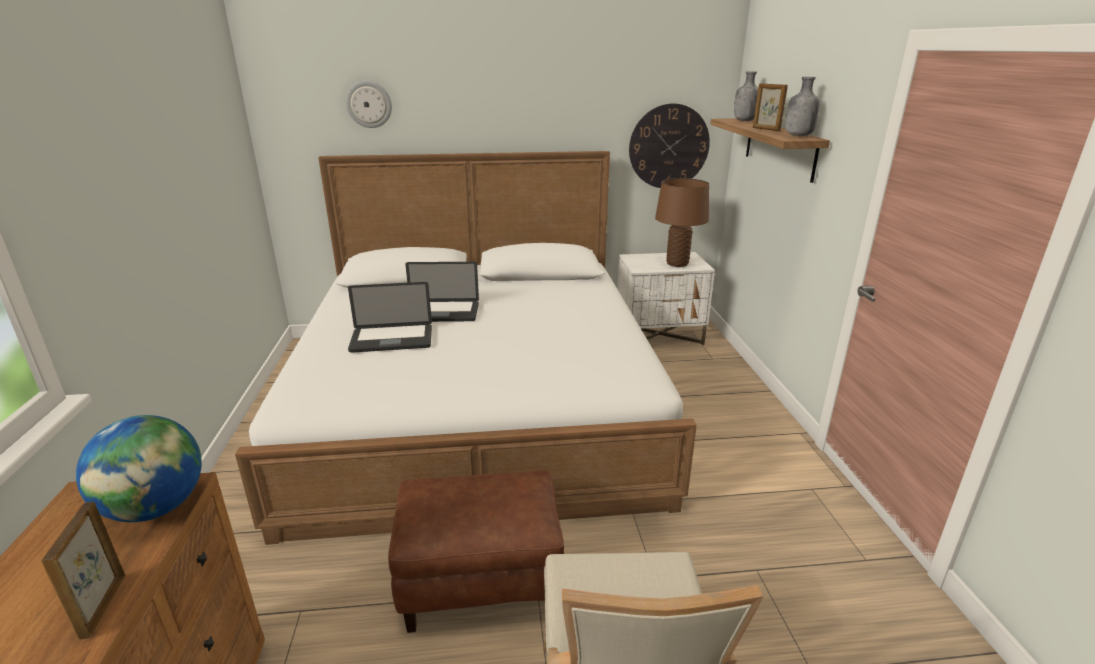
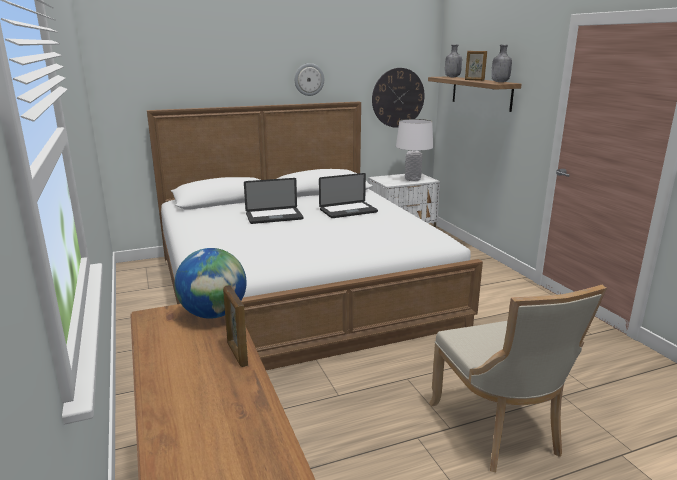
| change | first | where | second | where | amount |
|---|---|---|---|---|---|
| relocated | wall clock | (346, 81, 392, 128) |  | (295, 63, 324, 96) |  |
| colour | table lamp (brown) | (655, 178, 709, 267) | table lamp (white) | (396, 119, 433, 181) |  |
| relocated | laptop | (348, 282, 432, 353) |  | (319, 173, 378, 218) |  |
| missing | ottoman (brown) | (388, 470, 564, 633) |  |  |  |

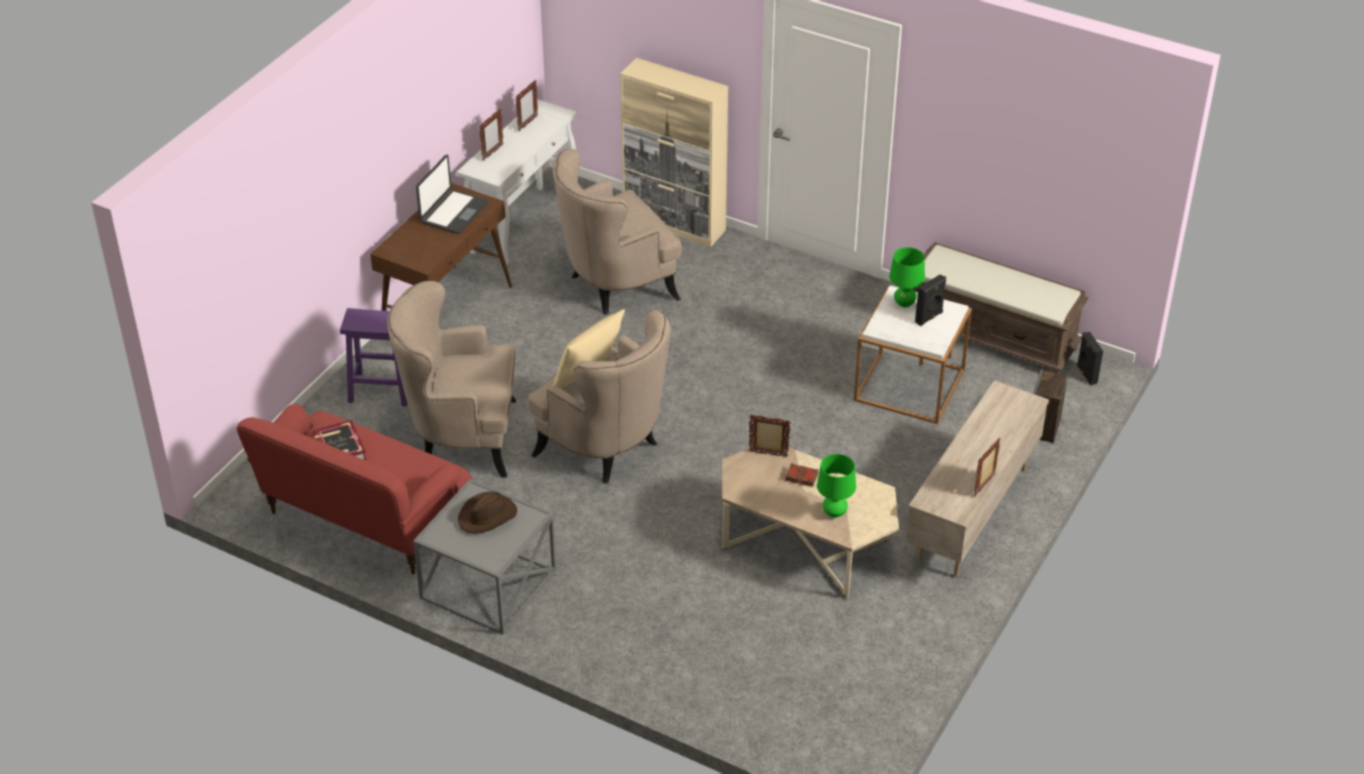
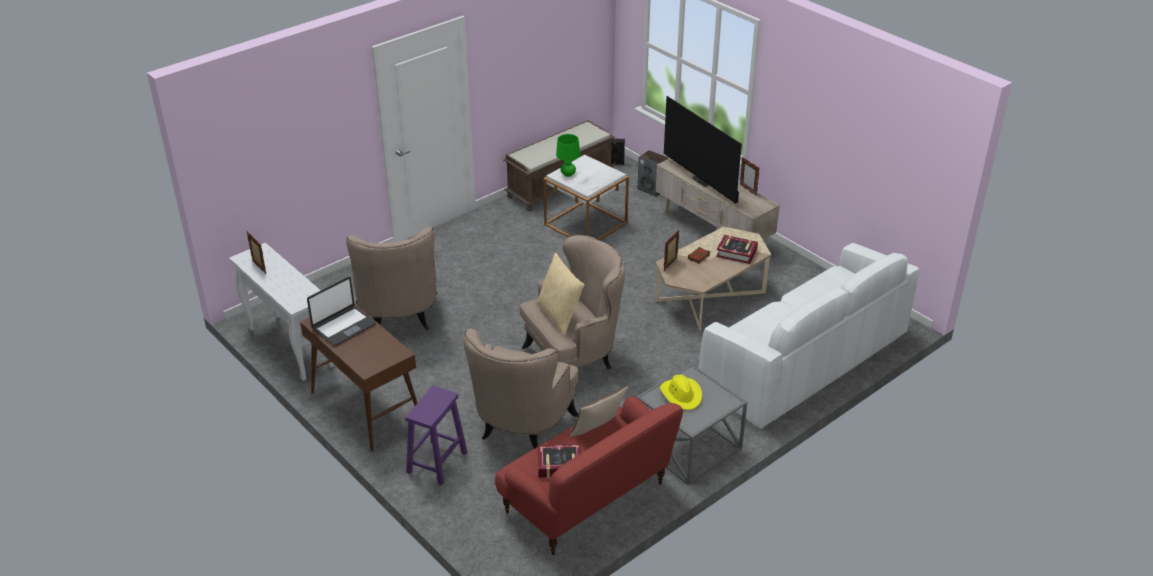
| change | first | where | second | where | amount |
|---|---|---|---|---|---|
| missing | cabinet (beige) | (620, 58, 728, 247) |  |  |  |
| missing | picture frame | (479, 109, 503, 161) |  |  |  |
| spun | laptop | (416, 155, 488, 234) |  | (307, 277, 376, 346) | 90 degrees clockwise |
| missing | speaker (black) | (915, 274, 946, 326) |  |  |  |
| exchanged | table lamp (green) | (817, 454, 856, 518) | book | (716, 235, 758, 264) |  |
| colour | hat (brown) | (458, 491, 517, 534) | hat (yellow) | (660, 374, 702, 410) |  |
| appeared |  |  | television | (664, 96, 742, 204) |  |
| appeared |  |  | sofa (white) | (698, 243, 919, 429) |  |
| appeared |  |  | pillow | (569, 386, 628, 437) |  |

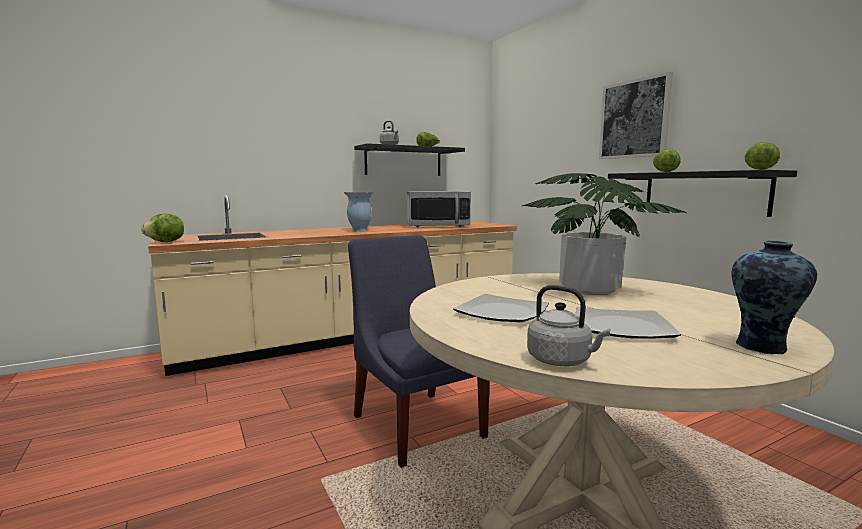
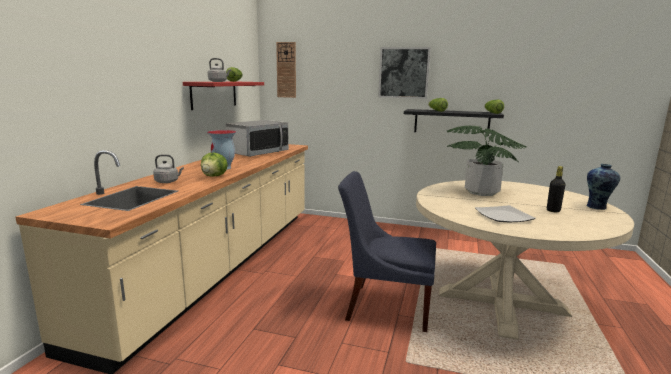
| change | first | where | second | where | amount |
|---|---|---|---|---|---|
| colour | shelf (black) | (354, 143, 465, 176) | shelf (red) | (183, 82, 264, 110) |  |
| relocated | lettuce | (141, 214, 184, 242) |  | (201, 153, 228, 177) |  |
| relocated | kettle (grey) | (527, 285, 610, 366) |  | (153, 154, 184, 183) |  |
| exchanged | plate | (576, 307, 681, 339) | bottle (black) | (547, 166, 566, 212) |  |
| appeared |  |  | wall clock | (276, 42, 296, 98) |  |

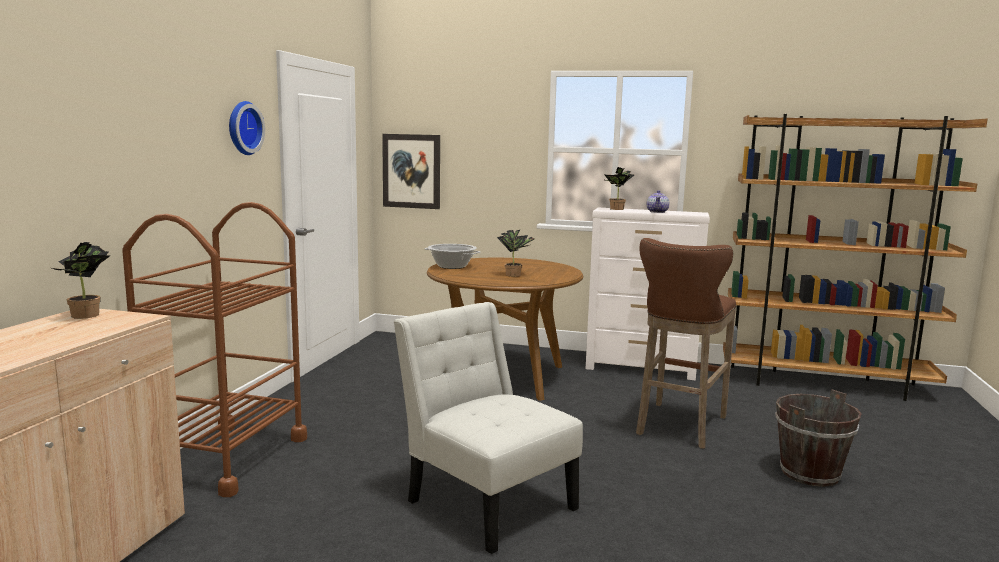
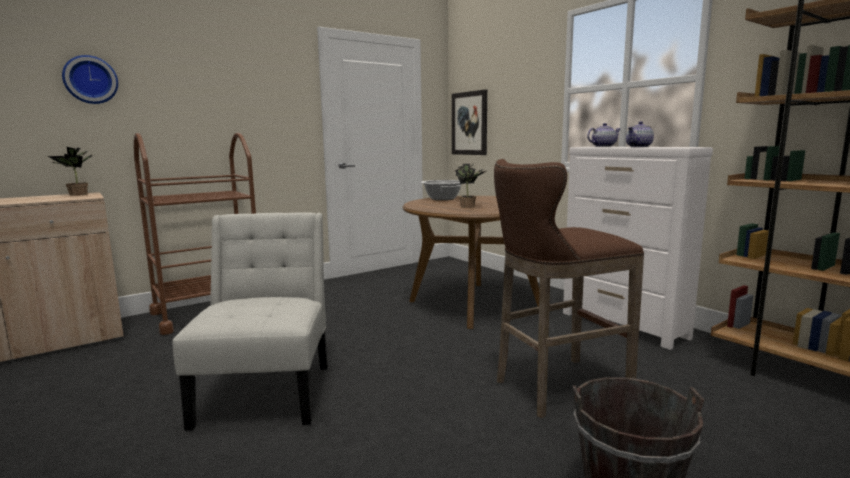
| change | first | where | second | where | amount |
|---|---|---|---|---|---|
| relocated | wall clock | (229, 101, 265, 155) |  | (62, 55, 118, 104) |  |
| exchanged | potted plant | (603, 167, 634, 210) | teapot | (587, 123, 621, 147) |  |

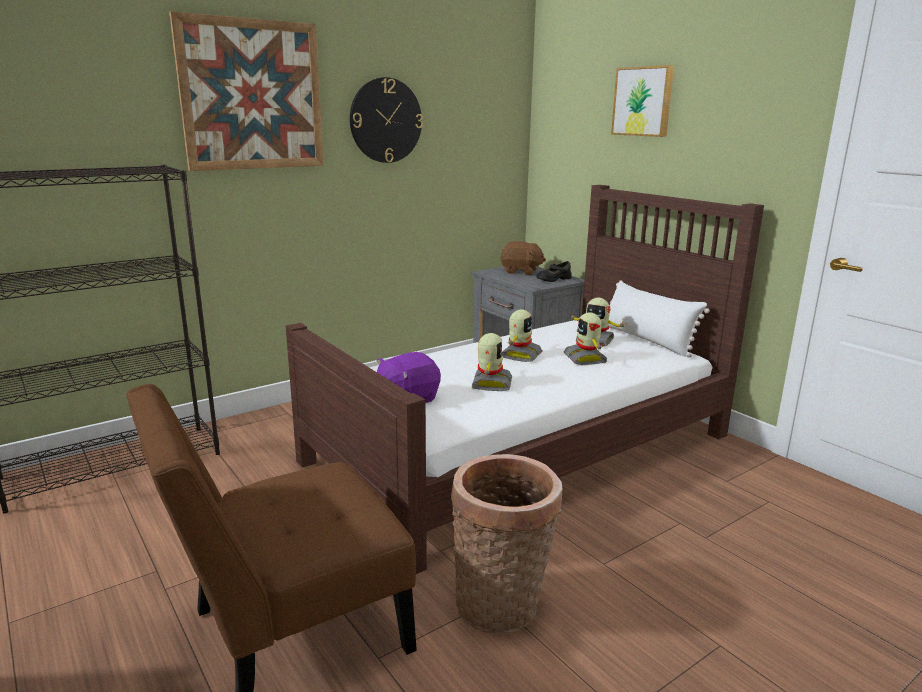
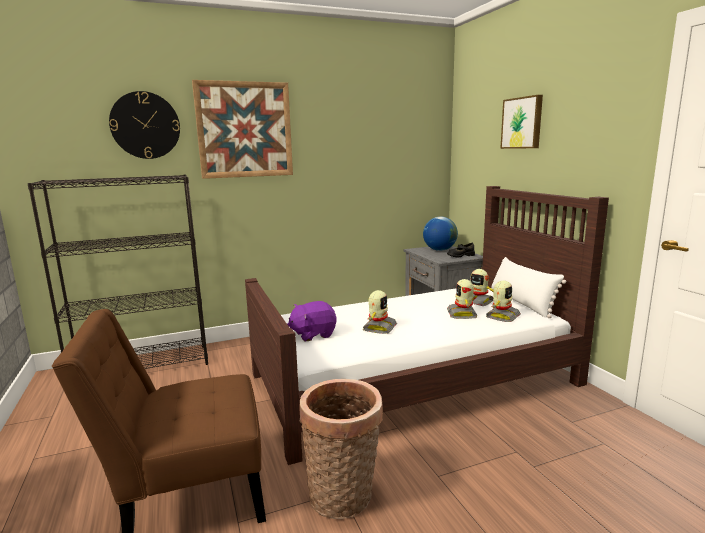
| change | first | where | second | where | amount |
|---|---|---|---|---|---|
| relocated | wall clock | (350, 77, 423, 163) |  | (109, 91, 180, 159) |  |
| exchanged | plush toy (brown) | (500, 241, 546, 275) | globe | (423, 217, 458, 251) |  |
| relocated | toy robot | (502, 309, 542, 362) |  | (486, 281, 521, 322) |  |

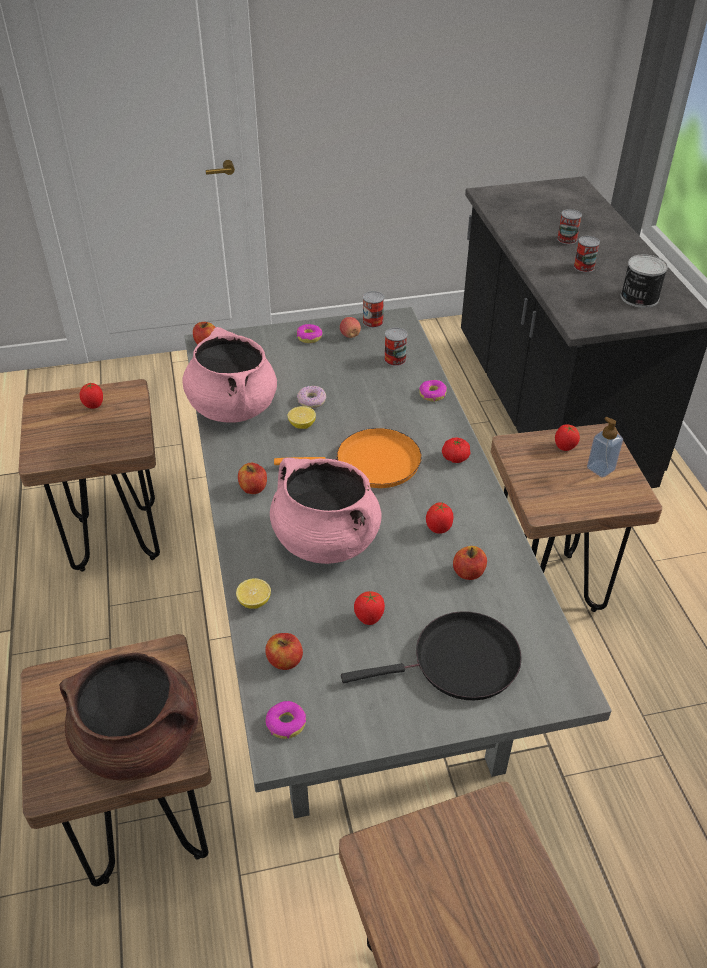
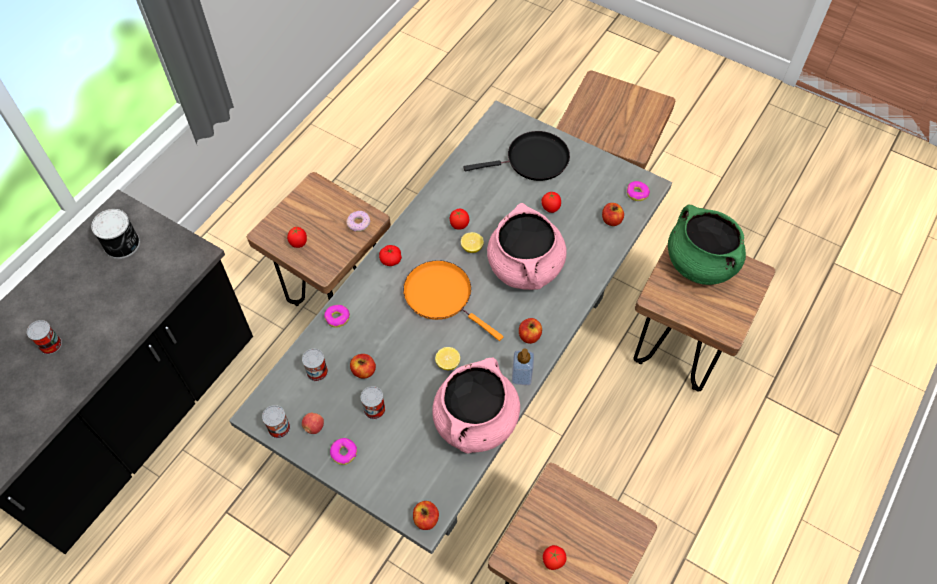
| change | first | where | second | where | amount |
|---|---|---|---|---|---|
| relocated | can | (574, 236, 600, 272) |  | (361, 386, 385, 419) |  |
| relocated | donut | (297, 386, 326, 408) |  | (346, 211, 370, 232) |  |
| relocated | soap dispenser | (587, 417, 623, 478) |  | (512, 348, 534, 385) |  |
| relocated | apple | (453, 546, 487, 580) |  | (350, 354, 376, 379) |  |
| relocated | lemon | (236, 578, 271, 609) |  | (461, 232, 484, 253) |  |
| spun | frying pan (black) | (341, 611, 522, 700) |  | (464, 131, 570, 181) | 135 degrees clockwise |
| colour | cooking pot (brown) | (60, 653, 198, 781) | cooking pot (green) | (668, 204, 746, 285) |  |

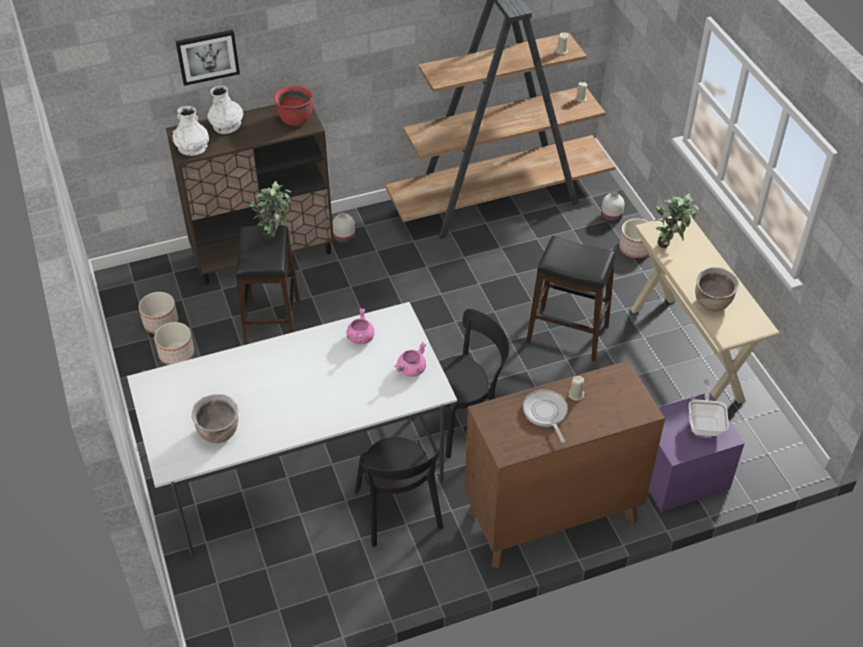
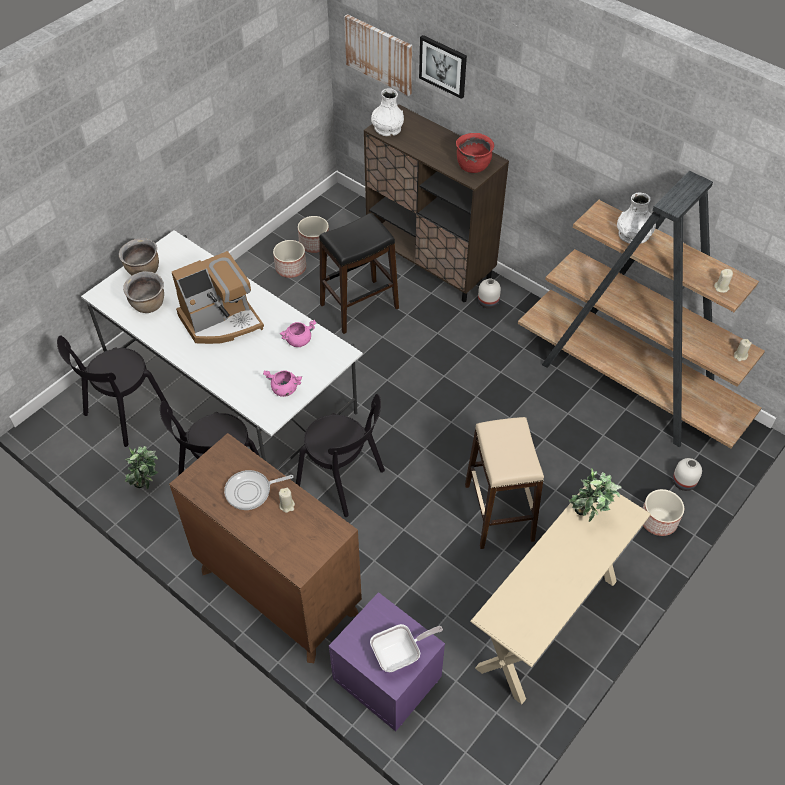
| change | first | where | second | where | amount |
|---|---|---|---|---|---|
| relocated | vase (white) | (207, 85, 243, 134) |  | (617, 193, 656, 244) |  |
| relocated | potted plant | (249, 181, 291, 241) |  | (125, 446, 158, 490) |  |
| colour | stool (black) | (526, 236, 616, 362) | stool (beige) | (465, 417, 544, 549) |  |
| relocated | cooking pot (brown) | (695, 267, 739, 311) |  | (119, 238, 159, 275) |  |
| spun | frying pan | (523, 389, 568, 443) |  | (224, 470, 293, 510) | 150 degrees counterclockwise |
| appeared |  |  | picture | (344, 14, 412, 96) |  |
| appeared |  |  | coffee machine | (172, 251, 264, 344) |  |
| appeared |  |  | chair (black) | (57, 335, 169, 447) |  |

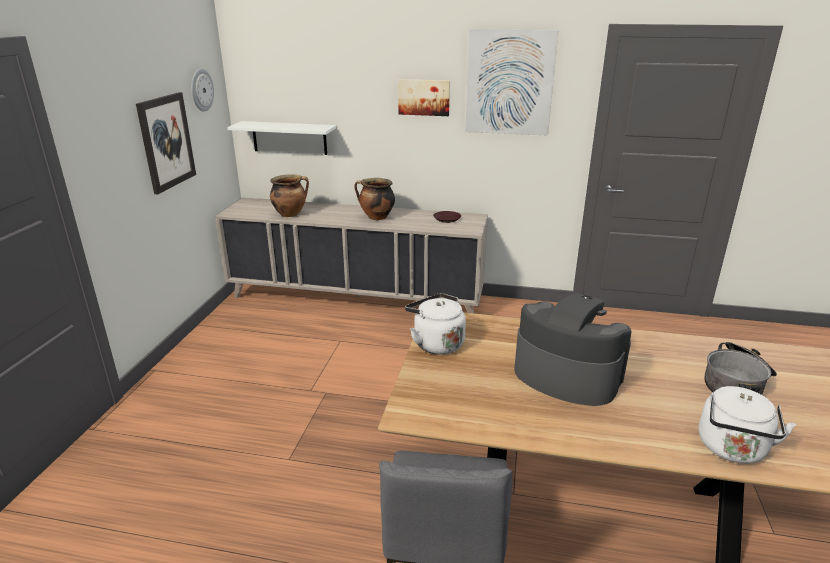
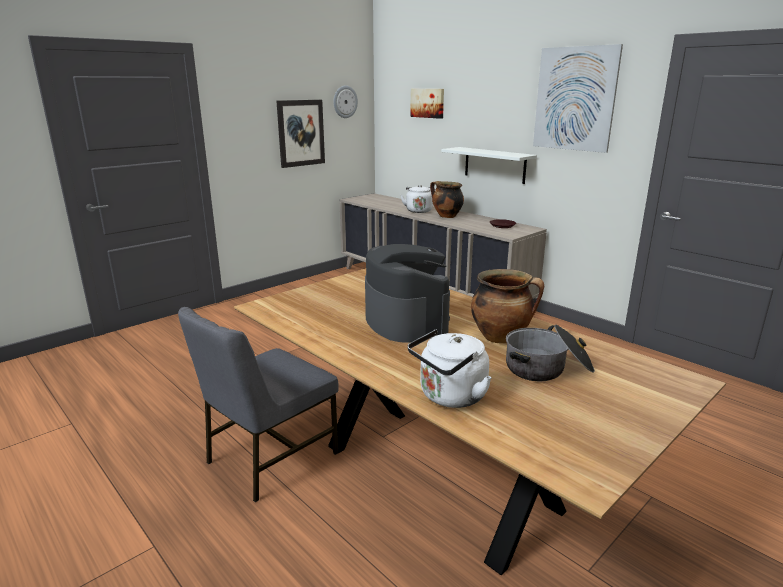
| change | first | where | second | where | amount |
|---|---|---|---|---|---|
| relocated | picture | (398, 79, 450, 116) |  | (410, 89, 444, 119) |  |
| relocated | shelf (white) | (227, 121, 336, 155) |  | (441, 147, 537, 184) |  |
| relocated | cooking pot | (270, 174, 309, 217) |  | (471, 269, 544, 344) |  |
| relocated | kettle (white) | (405, 293, 466, 355) |  | (401, 185, 433, 213) |  |

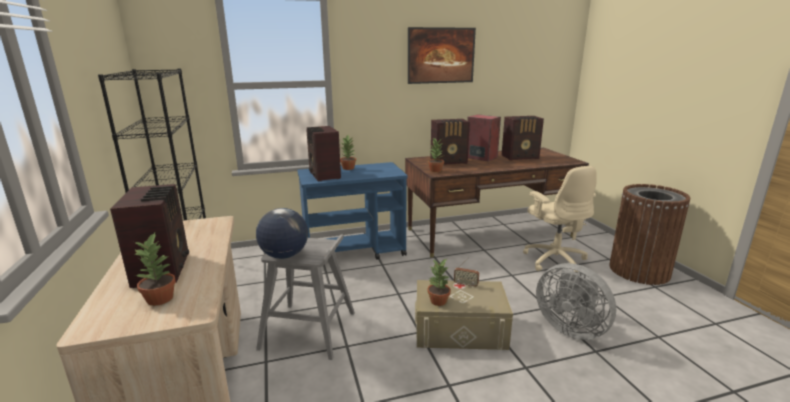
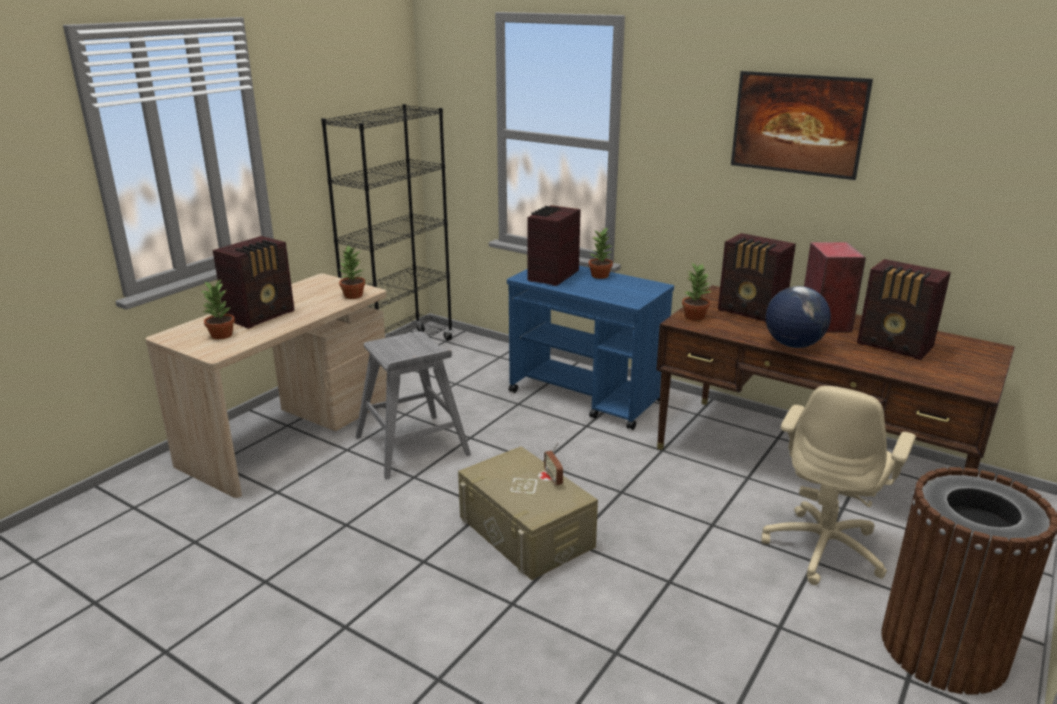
| change | first | where | second | where | amount |
|---|---|---|---|---|---|
| relocated | globe | (256, 208, 308, 259) |  | (766, 286, 831, 348) |  |
| relocated | potted plant | (427, 259, 451, 306) |  | (339, 245, 365, 299) |  |
| missing | fan (grey) | (536, 263, 616, 340) |  |  |  |

